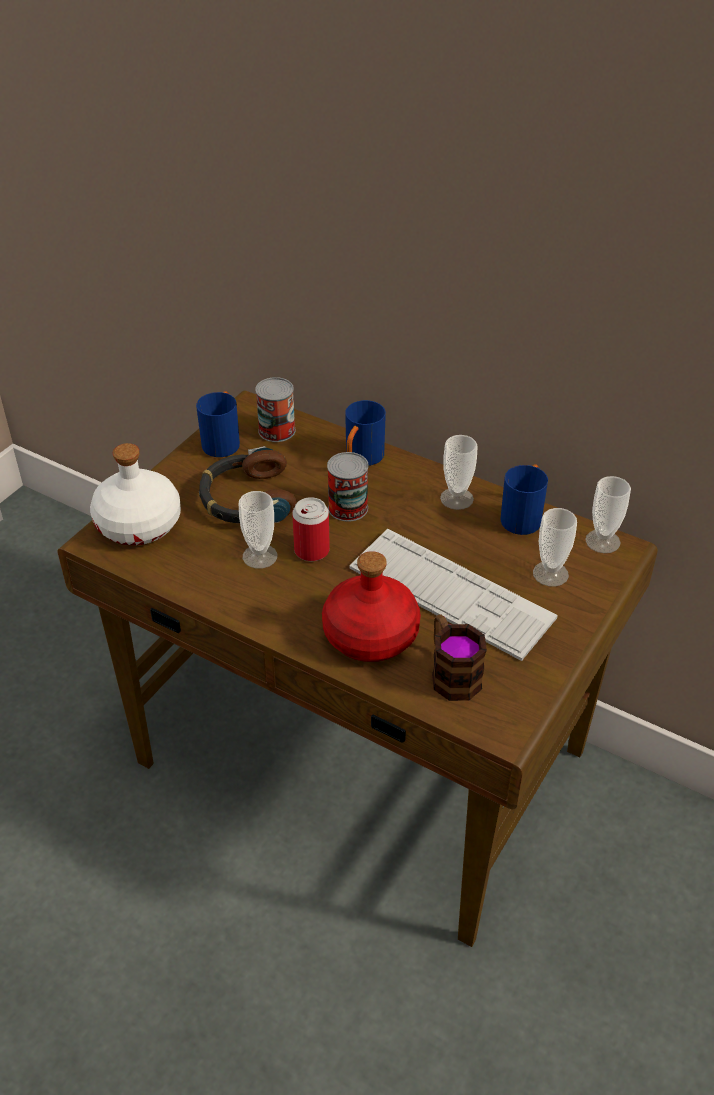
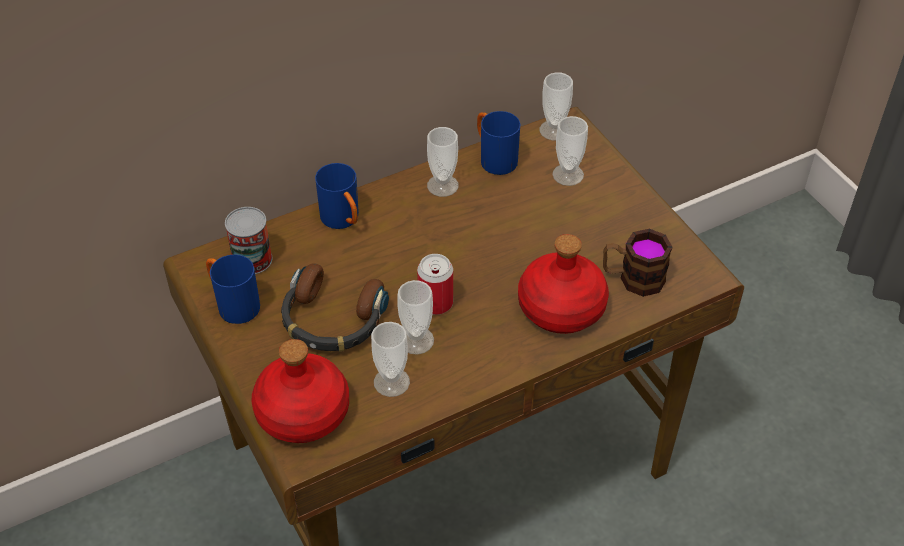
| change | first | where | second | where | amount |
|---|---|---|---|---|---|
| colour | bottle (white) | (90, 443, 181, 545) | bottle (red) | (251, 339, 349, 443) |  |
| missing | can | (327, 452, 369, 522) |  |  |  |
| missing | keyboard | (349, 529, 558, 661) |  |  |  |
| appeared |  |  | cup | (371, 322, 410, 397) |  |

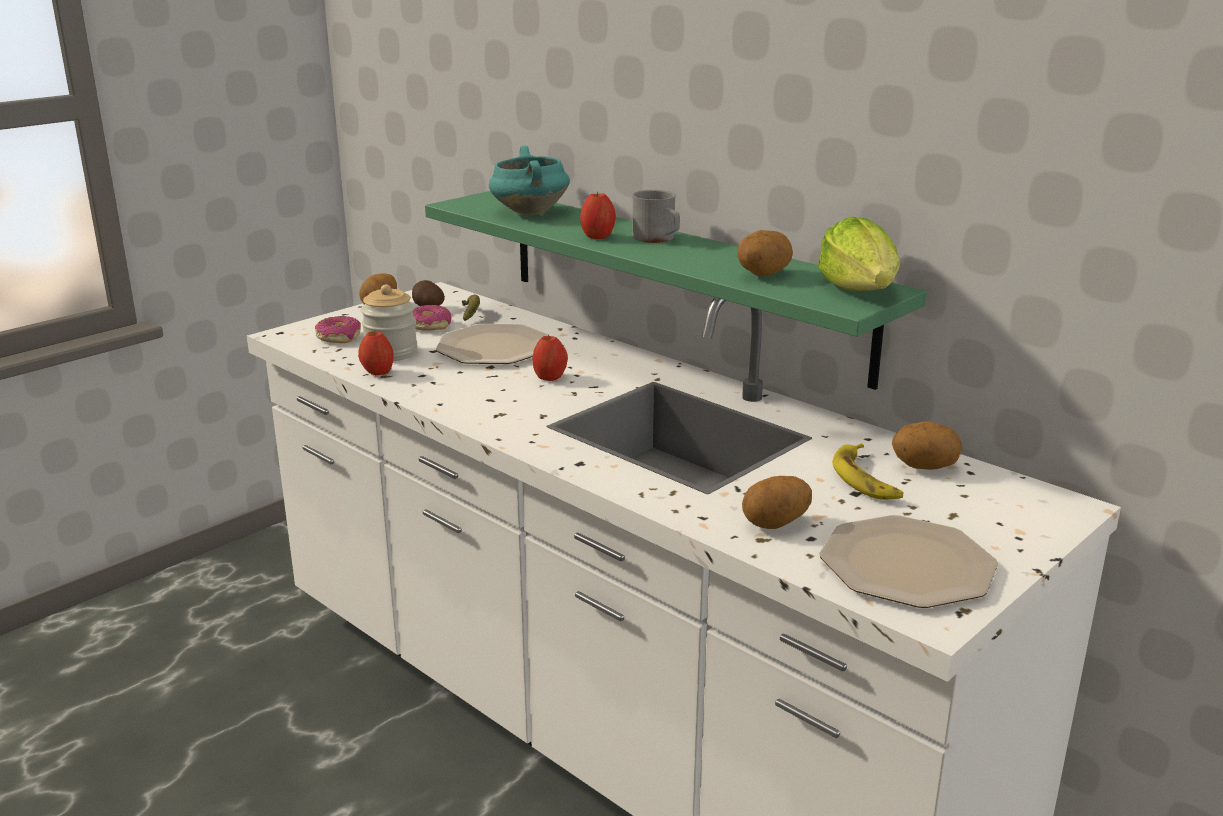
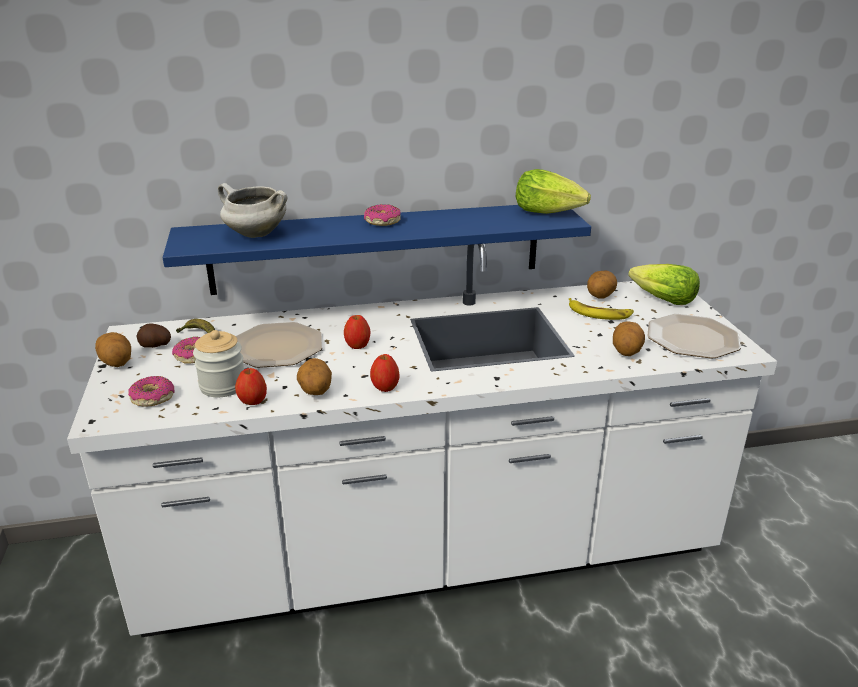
| change | first | where | second | where | amount |
|---|---|---|---|---|---|
| colour | cooking pot (turquoise) | (489, 146, 570, 215) | cooking pot (white) | (218, 183, 287, 238) |  |
| exchanged | mug (grey) | (632, 190, 680, 243) | donut | (364, 204, 401, 226) |  |
| colour | shelf (green) | (425, 191, 927, 390) | shelf (blue) | (163, 205, 591, 295) |  |
| relocated | apple | (580, 191, 616, 239) |  | (370, 354, 400, 392) |  |
| relocated | potato | (737, 230, 793, 277) |  | (297, 358, 332, 395) |  |
| appeared |  |  | lettuce | (628, 264, 700, 305) |  |

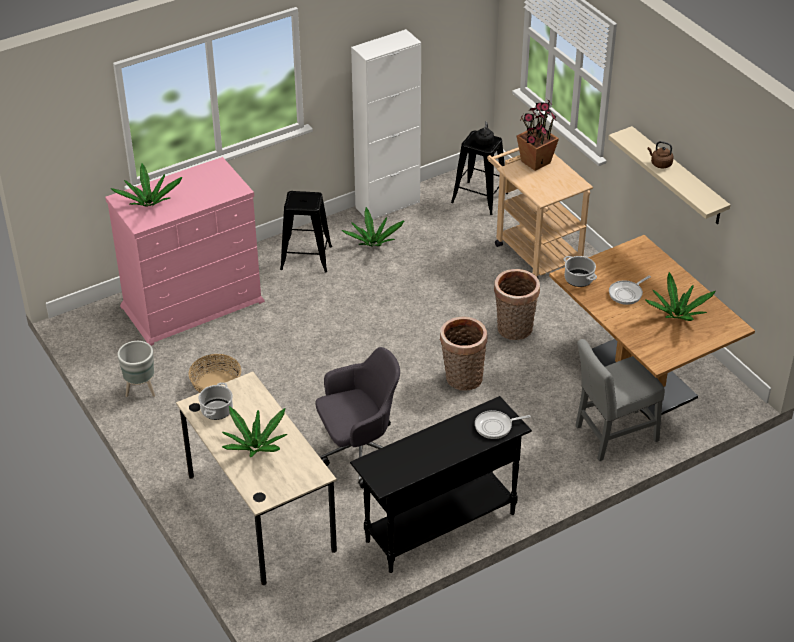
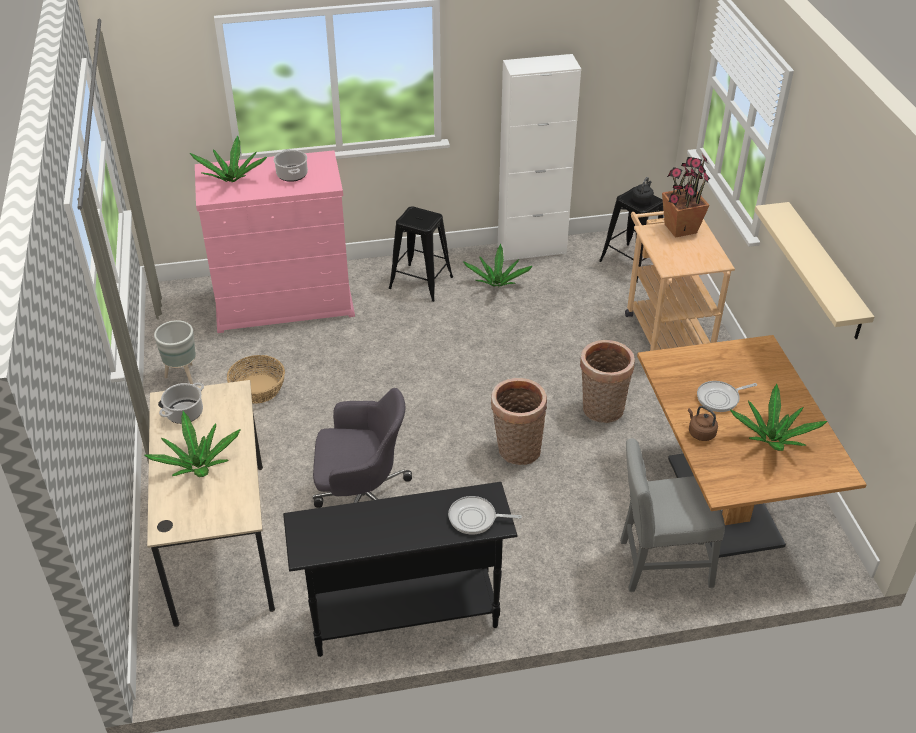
| change | first | where | second | where | amount |
|---|---|---|---|---|---|
| relocated | kettle (brown) | (648, 141, 674, 168) |  | (688, 406, 718, 441) |  |
| relocated | cooking pot | (563, 256, 597, 287) |  | (274, 149, 308, 182) |  |

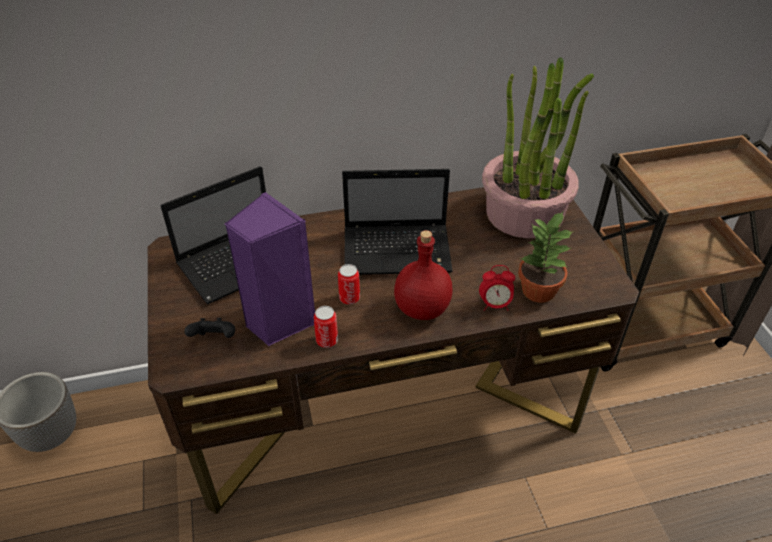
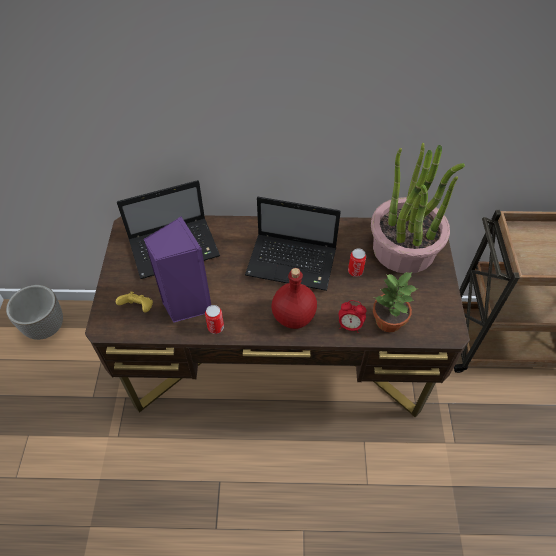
| change | first | where | second | where | amount |
|---|---|---|---|---|---|
| relocated | can | (338, 264, 360, 305) |  | (348, 248, 366, 277) |  |
| colour | game controller (black) | (184, 318, 235, 338) | game controller (yellow) | (116, 292, 153, 312) |  |

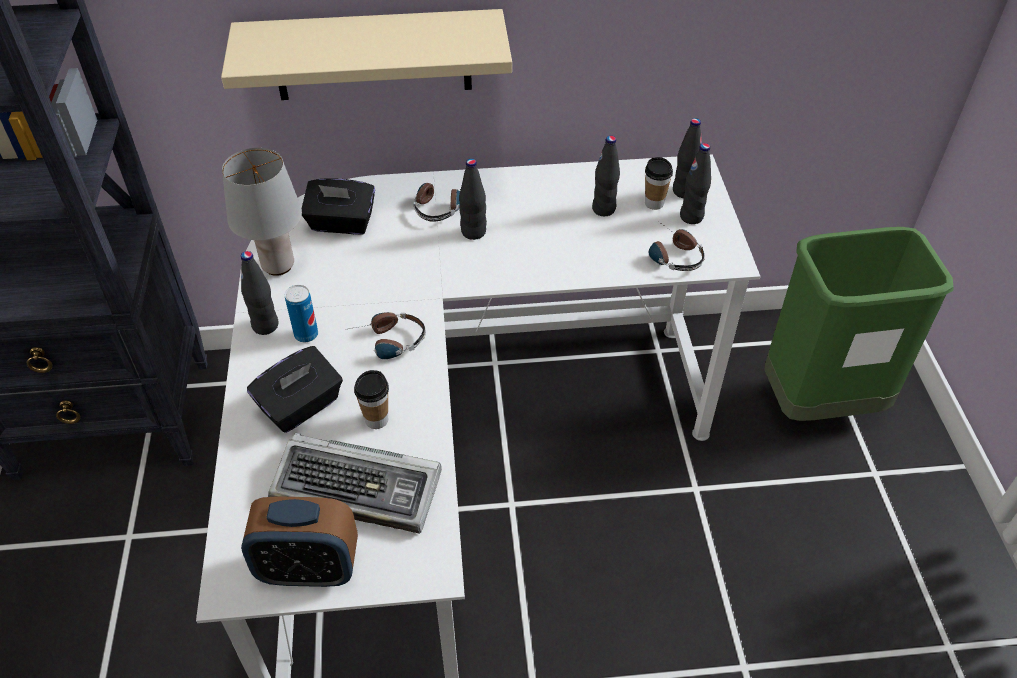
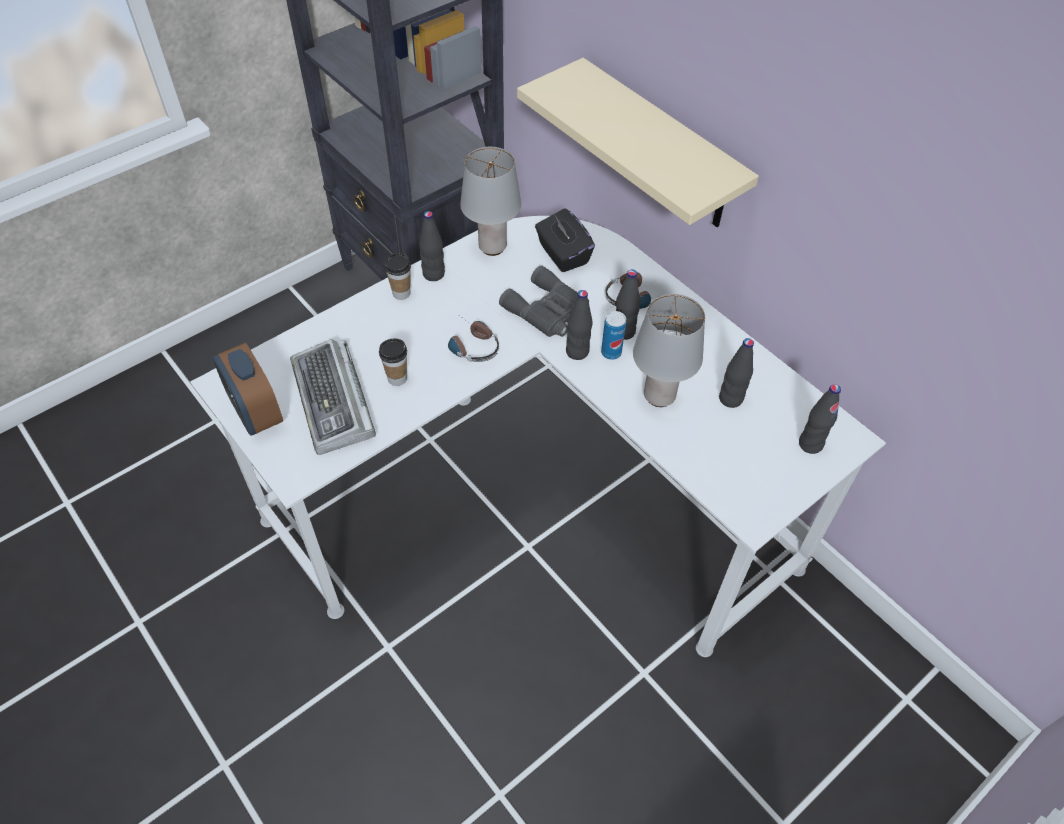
| change | first | where | second | where | amount |
|---|---|---|---|---|---|
| relocated | bottle (black) | (680, 143, 711, 224) |  | (566, 290, 593, 360) |  |
| relocated | cup | (645, 157, 673, 210) |  | (385, 253, 411, 300) |  |
| missing | headphones | (649, 222, 705, 271) |  |  |  |
| missing | trash can (green) | (765, 227, 953, 421) |  |  |  |
| relocated | can | (285, 285, 318, 342) |  | (601, 311, 626, 360) |  |
| missing | tissue box (black) | (247, 346, 343, 433) |  |  |  |
| appeared |  |  | binoculars (grey) | (499, 265, 589, 337) |  |
| appeared |  |  | table lamp (grey) | (633, 294, 705, 407) |  |

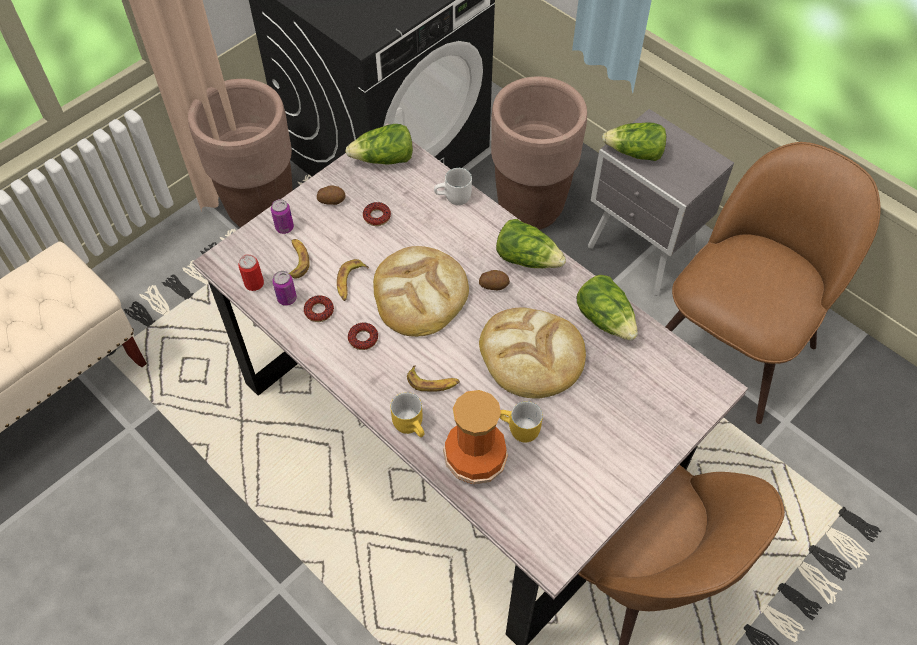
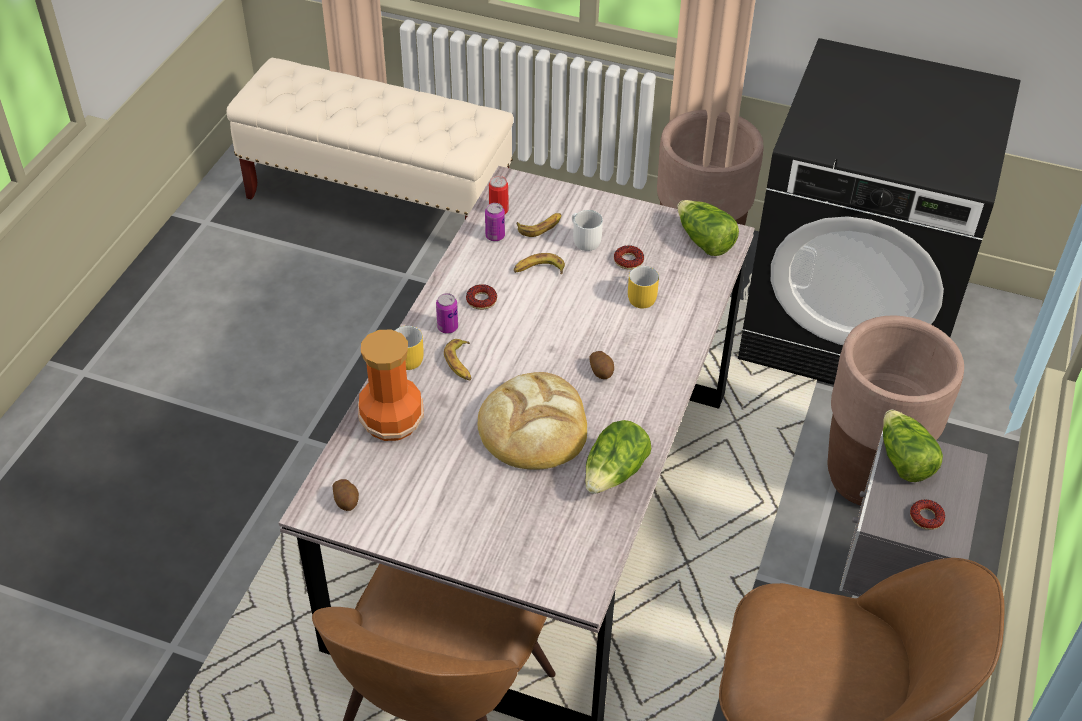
| change | first | where | second | where | amount |
|---|---|---|---|---|---|
| relocated | mug (white) | (434, 168, 472, 205) |  | (572, 210, 603, 251) |  |
| relocated | potato | (317, 185, 346, 205) |  | (332, 479, 359, 511) |  |
| relocated | can | (271, 199, 294, 234) |  | (436, 293, 458, 334) |  |
| missing | lettuce | (496, 219, 566, 268) |  |  |  |
| missing | bread | (373, 246, 469, 337) |  |  |  |
| relocated | donut | (304, 295, 334, 322) |  | (910, 500, 945, 530) |  |
| relocated | mug (yellow) | (499, 401, 543, 443) |  | (628, 266, 659, 309) |  |

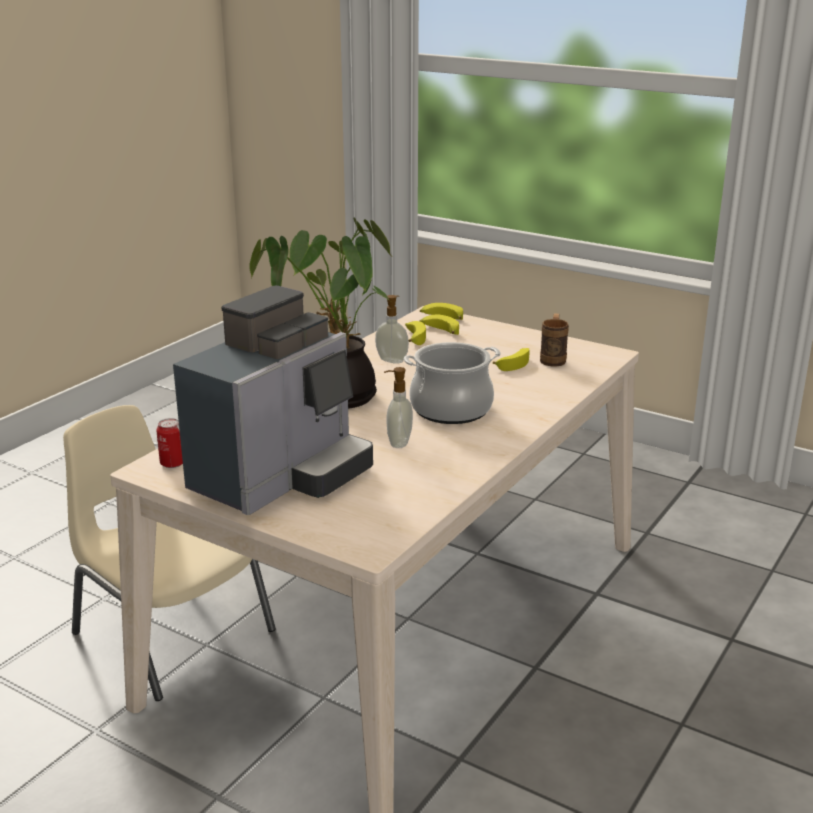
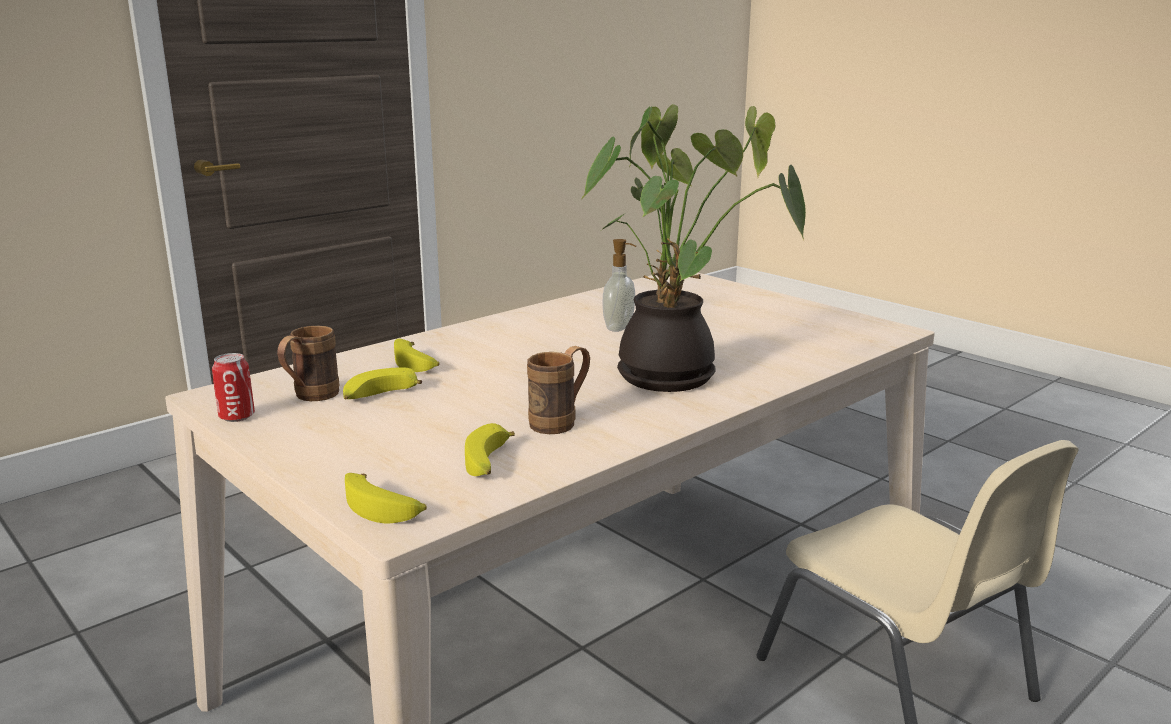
| change | first | where | second | where | amount |
|---|---|---|---|---|---|
| missing | coffee machine | (173, 286, 373, 515) |  |  |  |
| exchanged | soap dispenser | (375, 295, 409, 364) | mug (brown) | (527, 346, 590, 434) |  |
| relocated | banana | (420, 315, 459, 335) |  | (394, 338, 439, 372) |  |
| missing | cooking pot | (404, 342, 501, 424) |  |  |  |
| relocated | can | (156, 418, 183, 468) |  | (212, 353, 255, 422) |  |

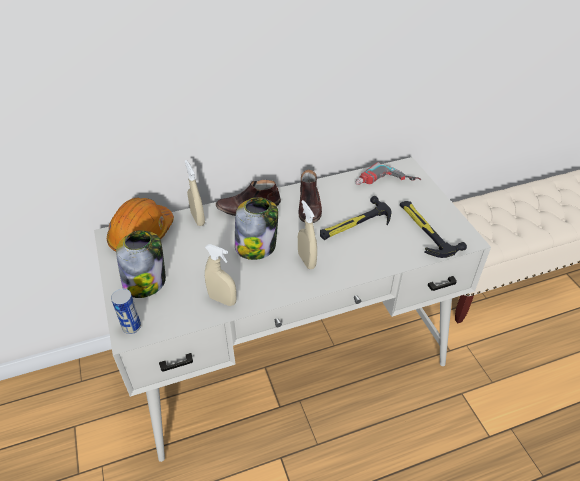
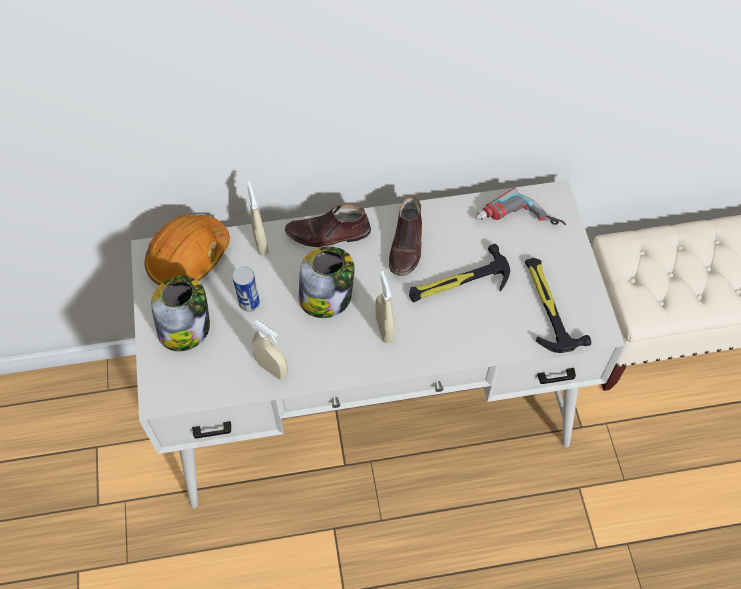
| change | first | where | second | where | amount |
|---|---|---|---|---|---|
| relocated | can | (111, 289, 141, 334) |  | (232, 266, 260, 312) |  |

